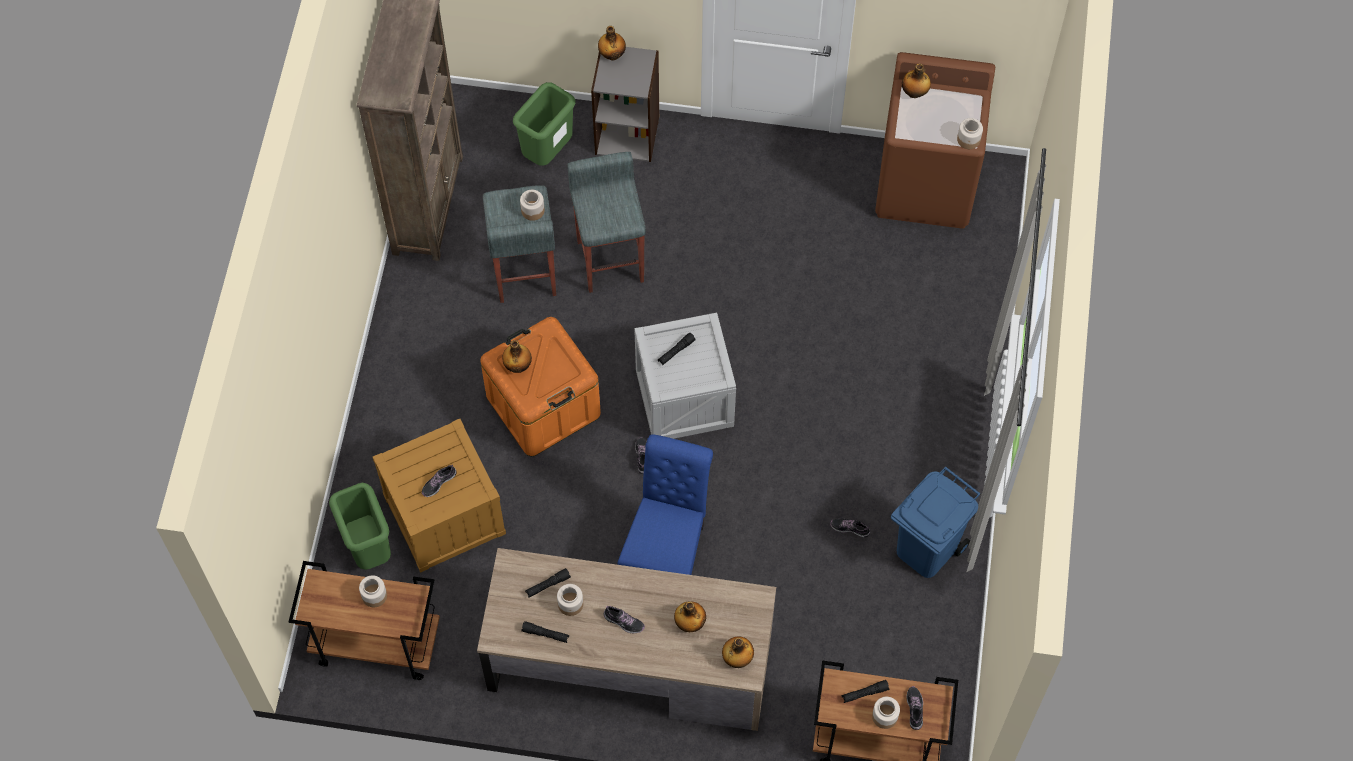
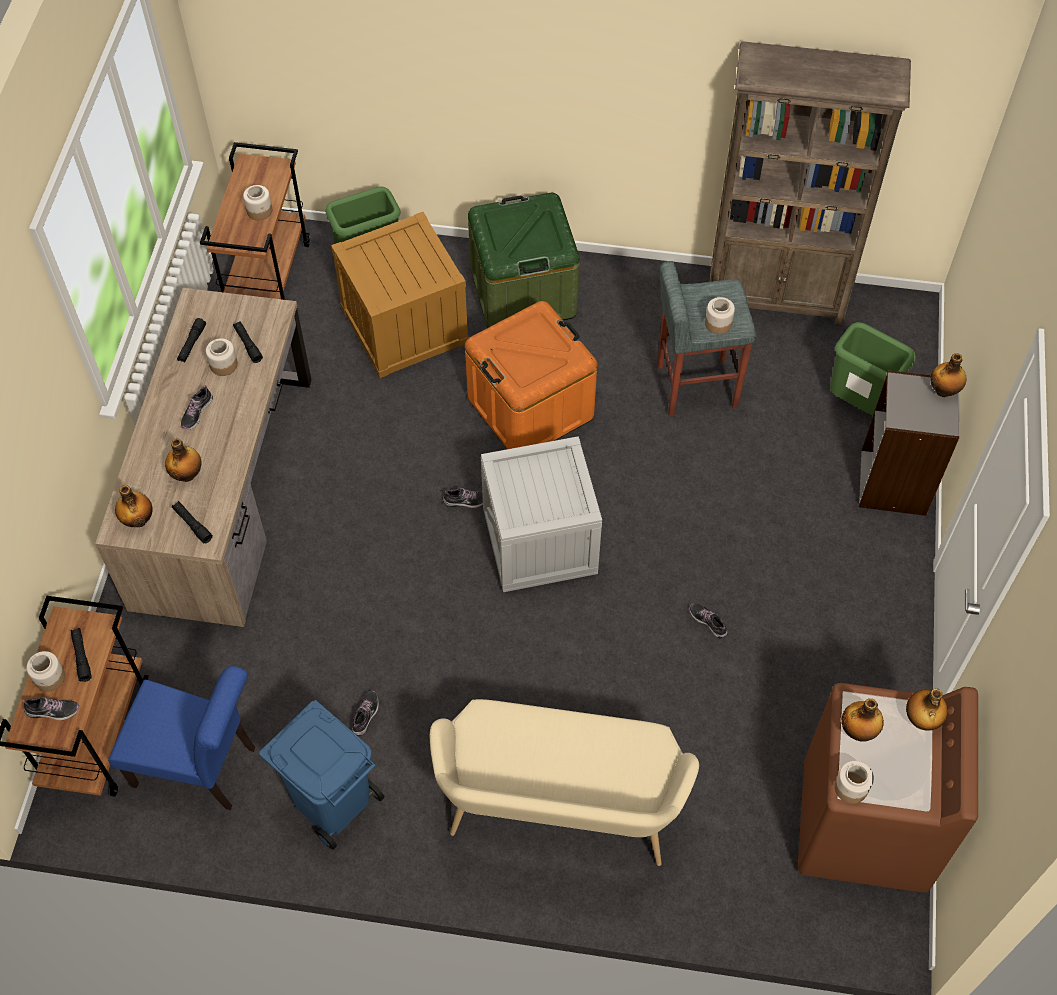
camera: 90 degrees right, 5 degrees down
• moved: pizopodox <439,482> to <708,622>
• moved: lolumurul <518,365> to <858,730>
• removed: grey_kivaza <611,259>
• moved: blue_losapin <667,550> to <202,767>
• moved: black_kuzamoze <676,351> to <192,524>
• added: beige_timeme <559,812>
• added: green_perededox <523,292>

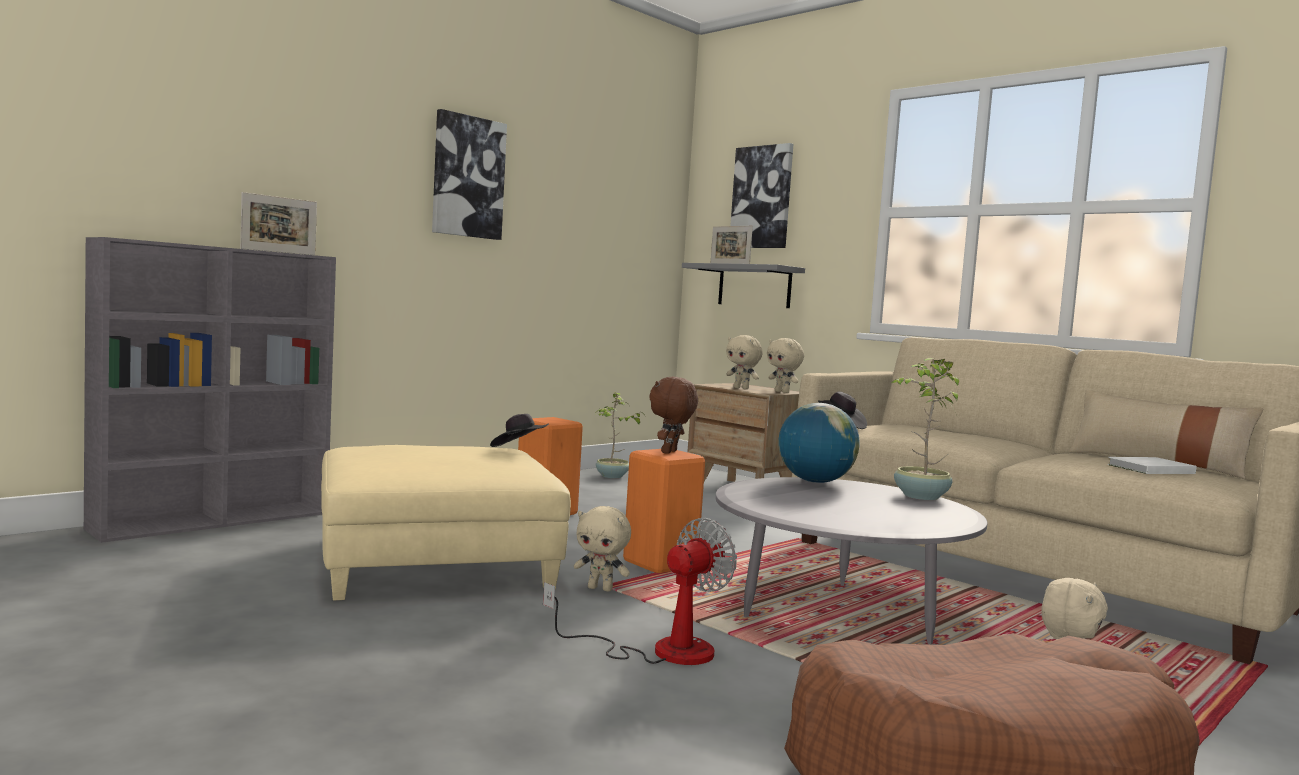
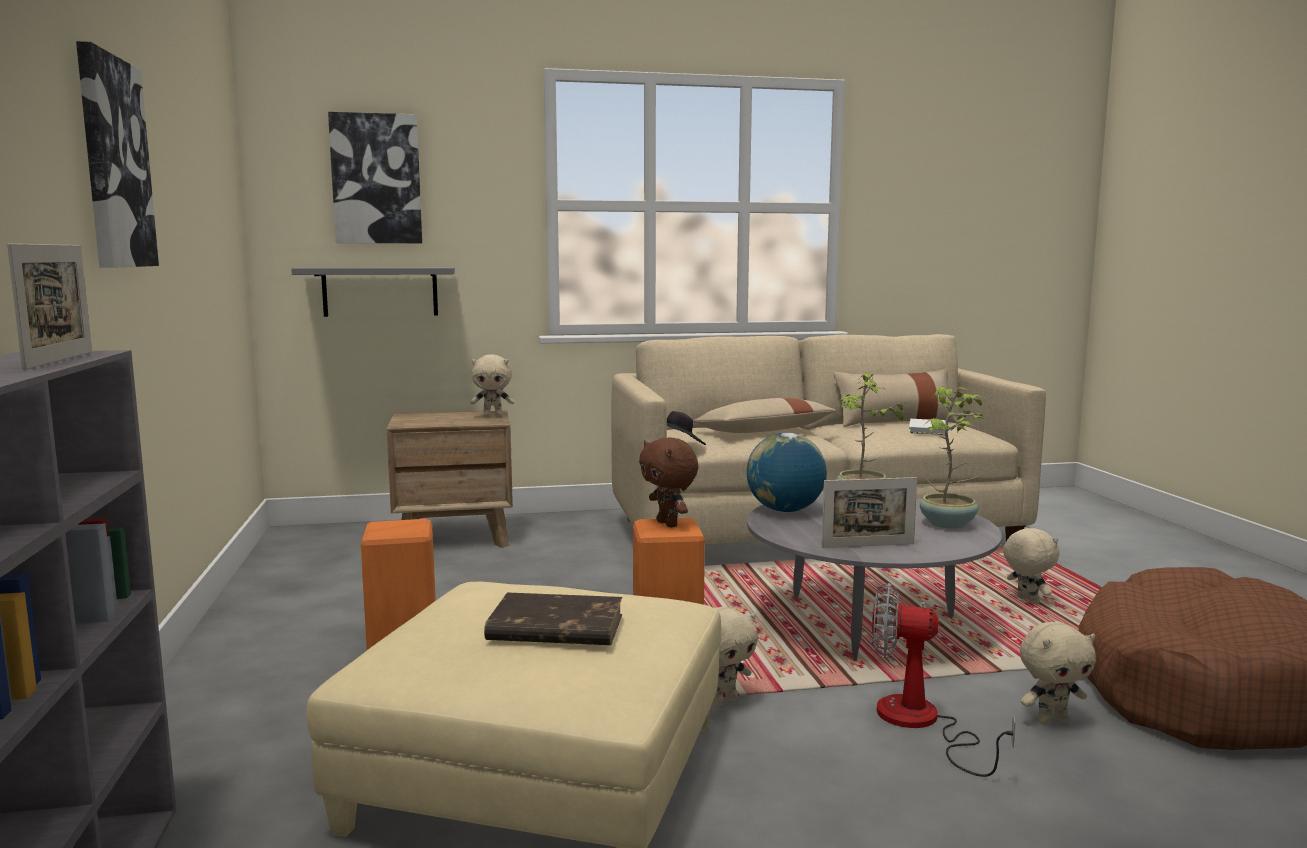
camera: 55 degrees left, 5 degrees up
• removed: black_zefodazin <519,450>
• turned: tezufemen <660,651> = <921,724> 60 degrees counterclockwise
• moved: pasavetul <612,476> to <949,524>
• moved: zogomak <729,264> to <868,545>
• moved: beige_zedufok <742,388> to <1052,720>
• added: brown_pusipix <554,628>
• added: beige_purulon <765,431>

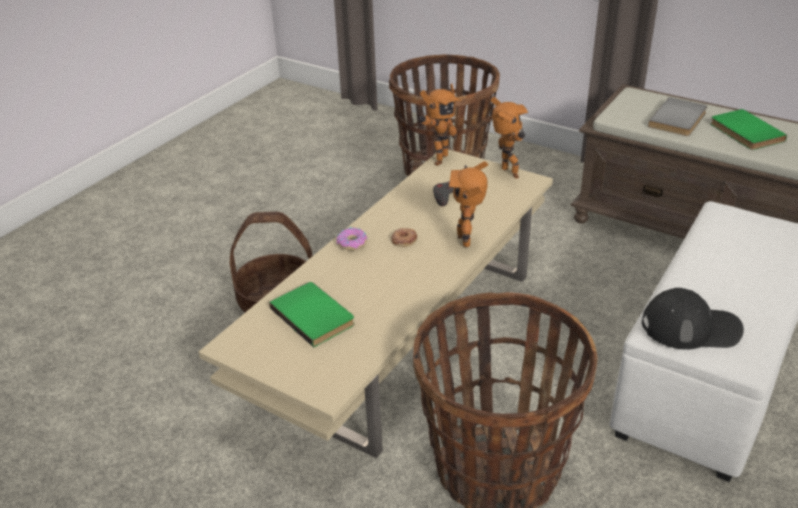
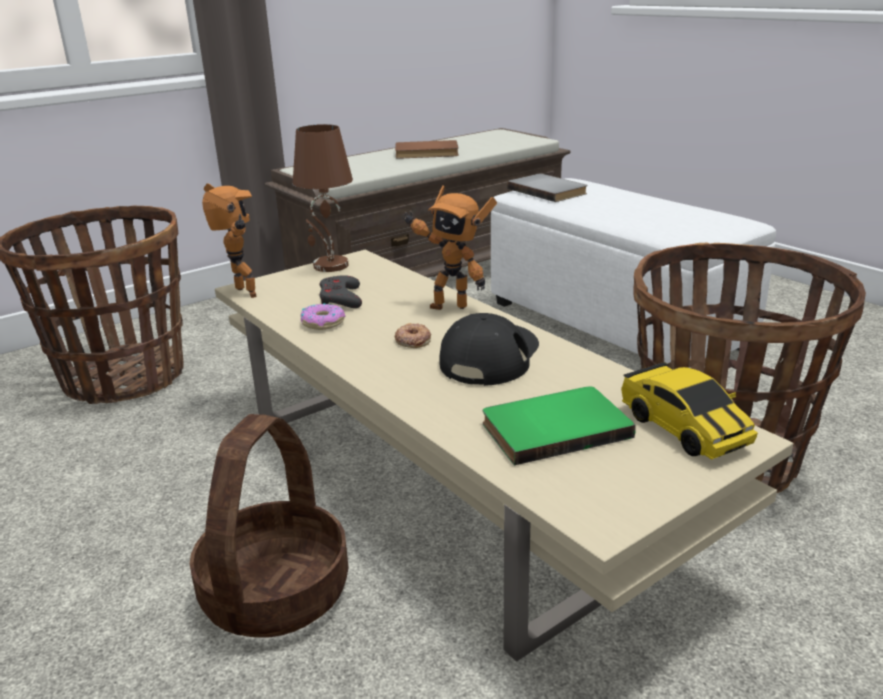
camera: 70 degrees left, 10 degrees down
• moved: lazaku <352,243> to <323,323>
• replaced: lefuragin <507,174> to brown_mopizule <329,266>
• moved: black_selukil <691,327> to <490,357>
• moved: grey_pusipix <679,120> to <549,190>
• recoloured: green_pusipix <744,132> to brown_pusipix <426,153>
• added: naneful <683,428>

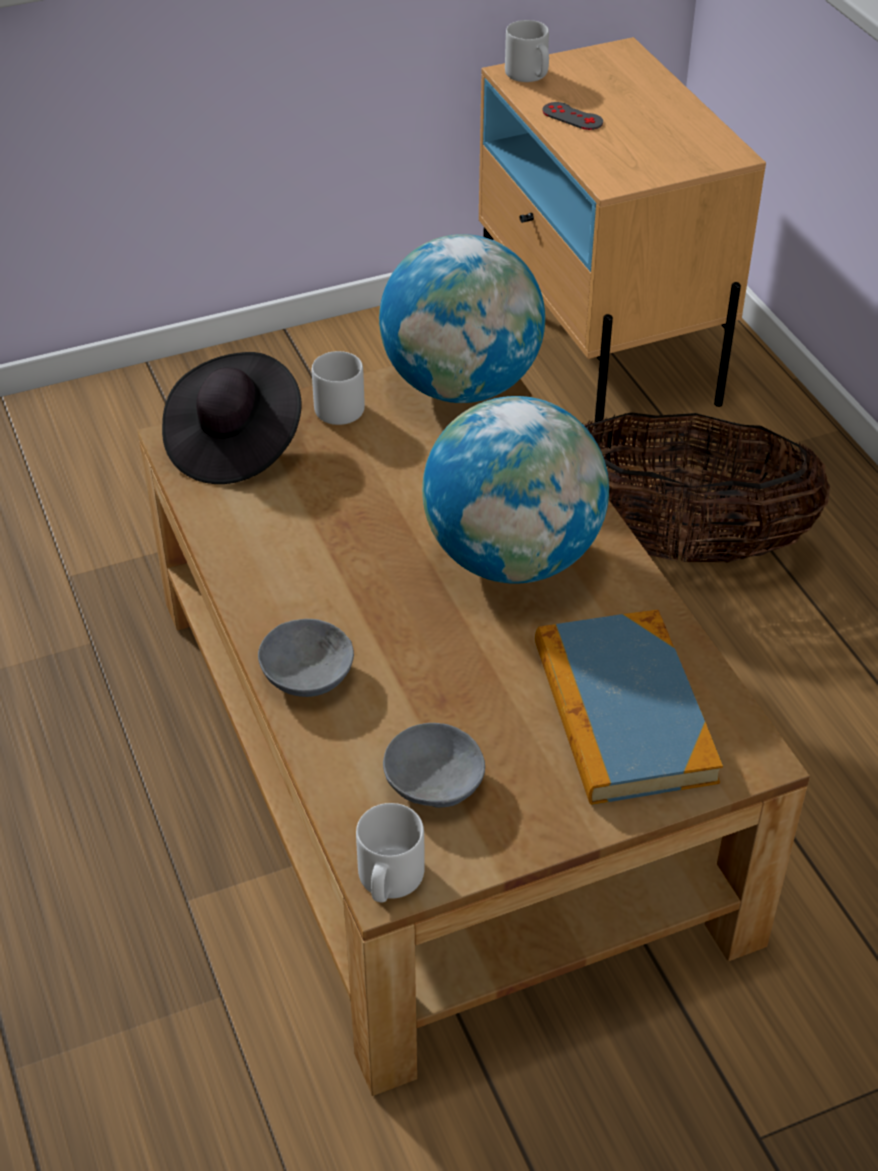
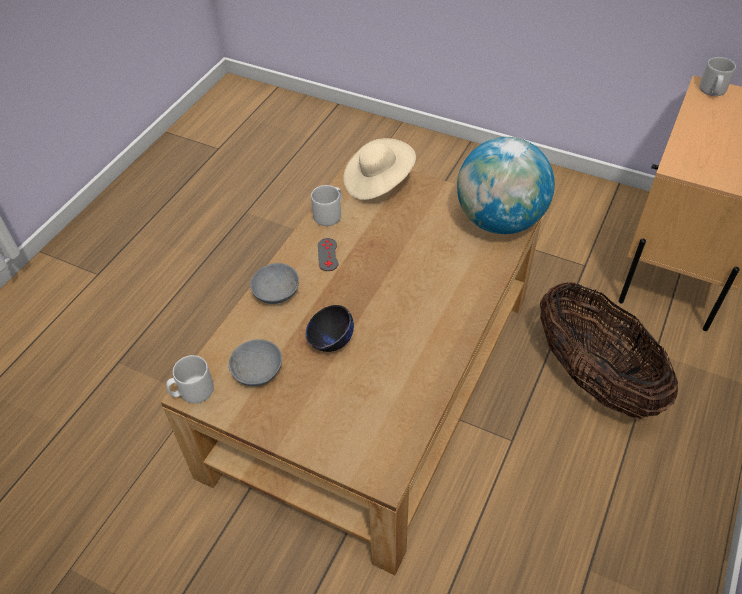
camera: 50 degrees right, 5 degrees up
• recoloured: black_zefodazin <234,444> to beige_zefodazin <377,182>
• moved: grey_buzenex <338,405> to <329,214>
• removed: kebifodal <513,558>
• removed: pusipix <623,712>
• moved: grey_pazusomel <572,116> to <328,254>
• added: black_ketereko <330,341>

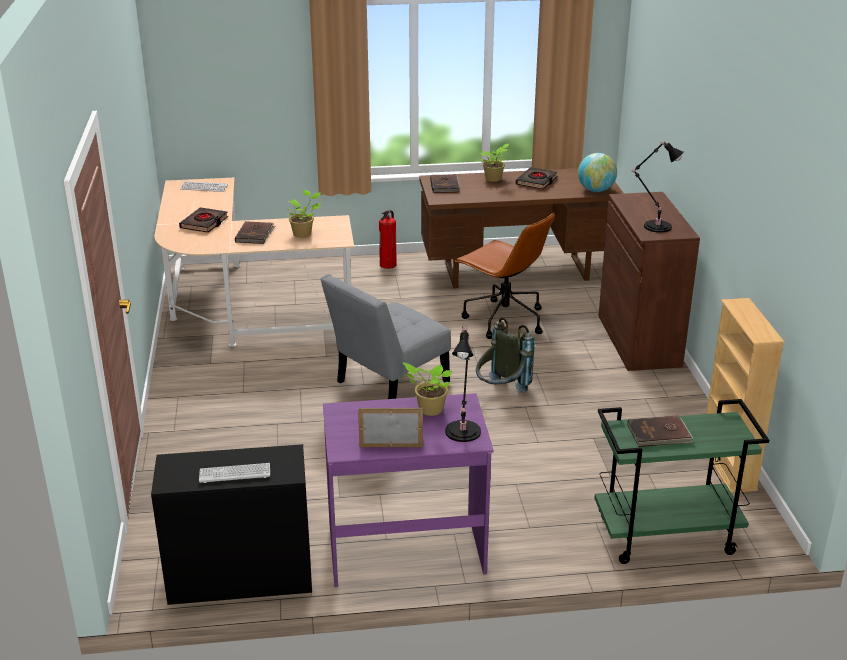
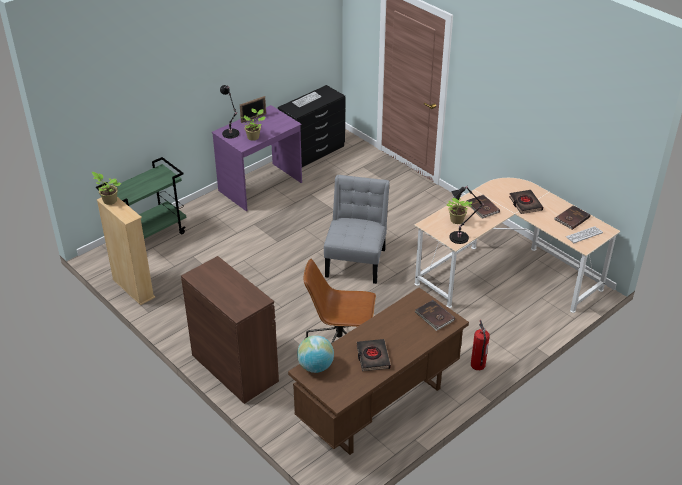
camera: 145 degrees right, 10 degrees up
• removed: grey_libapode <501,392>
• moved: pasavetul <494,179> to <109,200>
• moved: brown_pusipix <659,434> to <571,218>
• moved: black_mopizule <655,226> to <460,237>

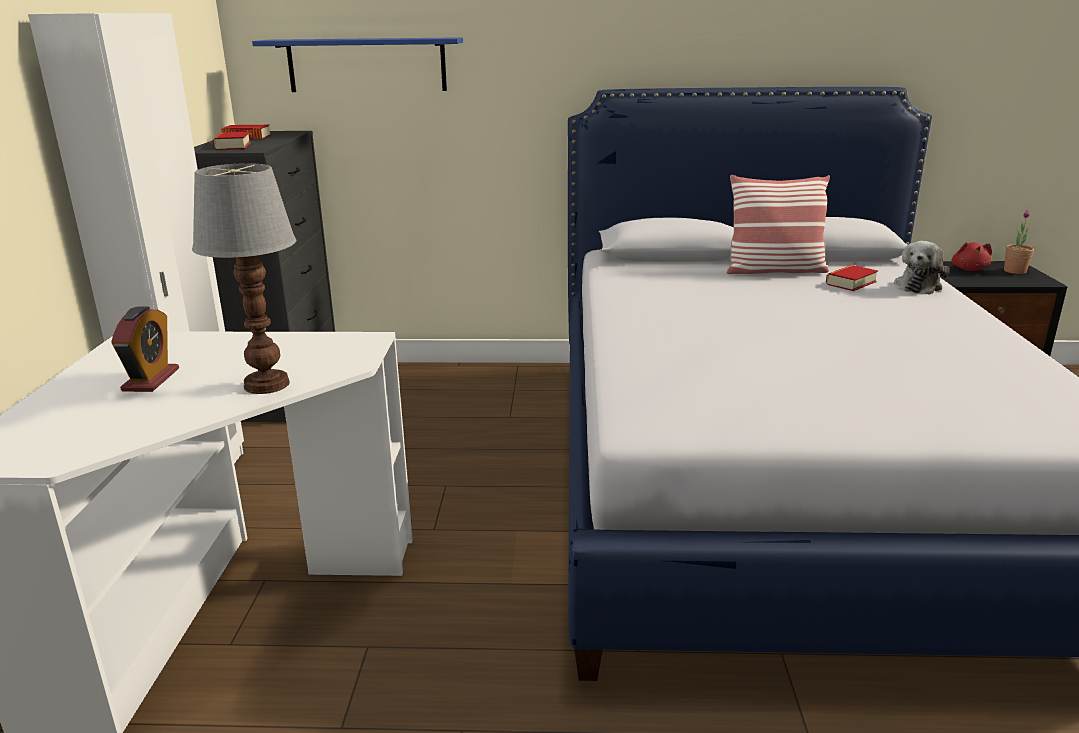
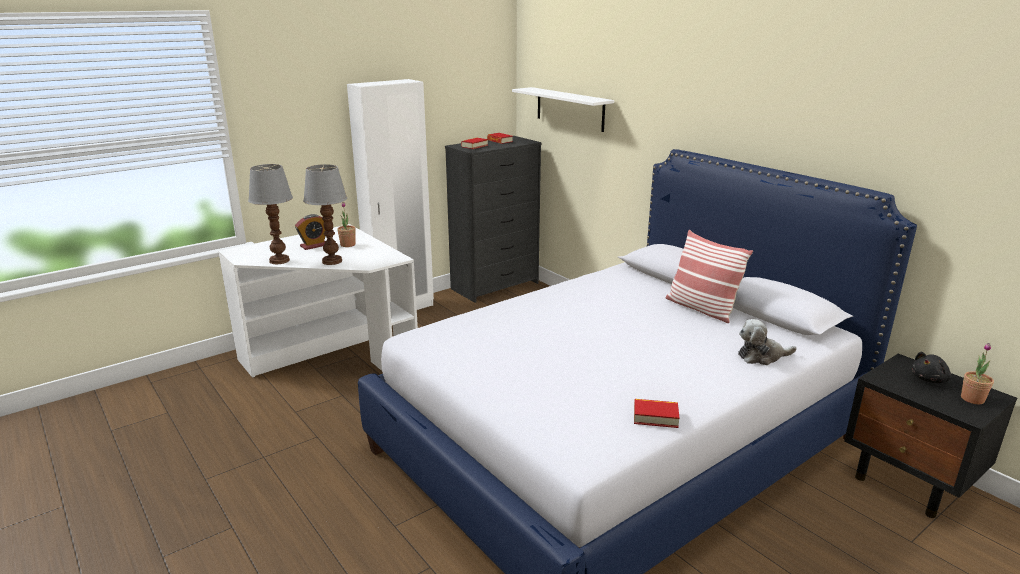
camera: 50 degrees right, 0 degrees up
• recoloured: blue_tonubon <367,65> to white_tonubon <570,109>
• moved: pusipix <850,283> to <655,417>
• recoloured: red_zedufok <969,269> to black_zedufok <930,379>
• added: mopizule <279,261>
• added: pasavetul <348,245>

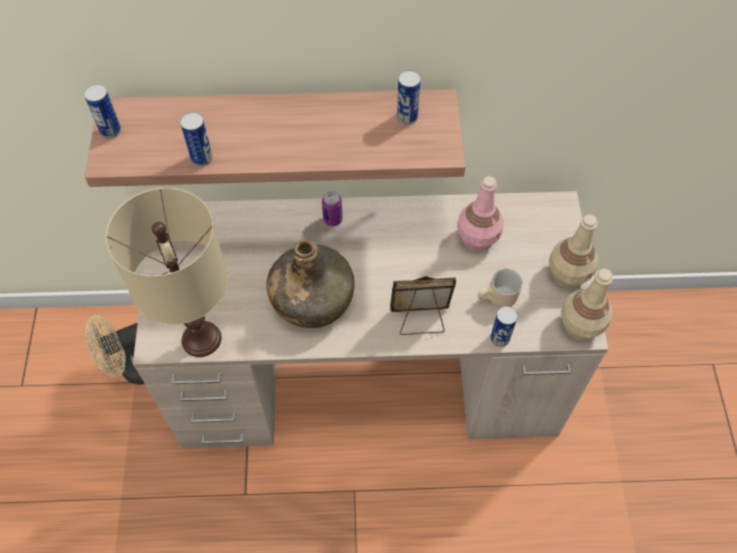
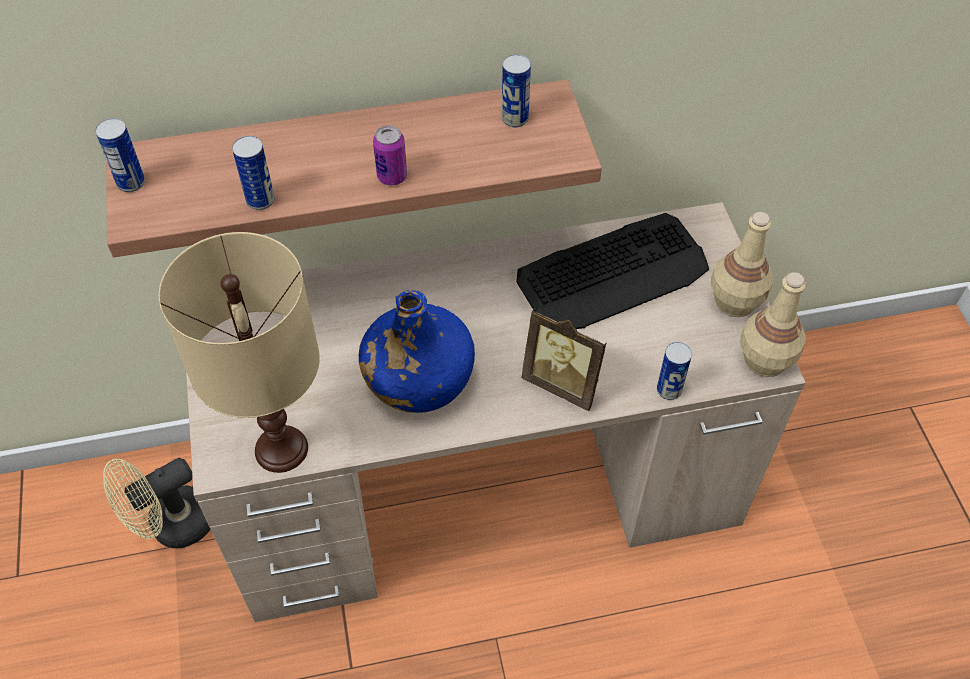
camera: 10 degrees left, 5 degrees down
• recoloured: green_lolumurul <312,299> to blue_lolumurul <418,378>
• moved: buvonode <333,219> to <392,176>
• turned: zogomak <420,320> = <563,383> 135 degrees counterclockwise
• replaced: pink_lolumurul <477,238> to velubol <613,273>
• removed: beige_buzenex <498,300>

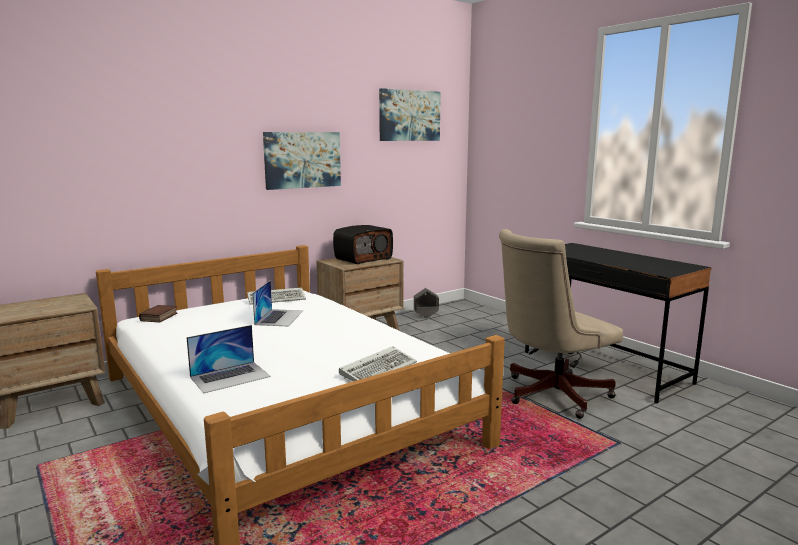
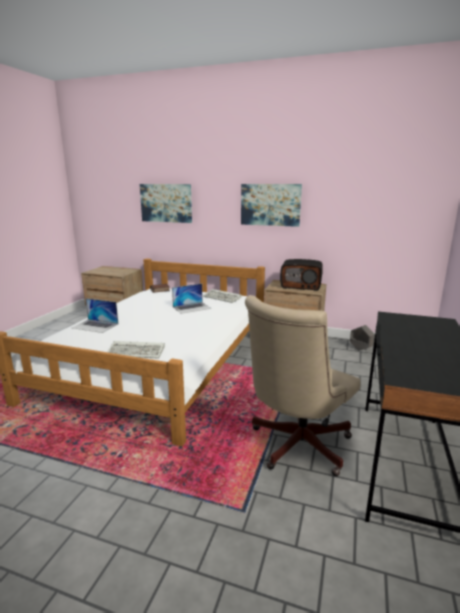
camera: 55 degrees right, 5 degrees up
• moved: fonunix <409,115> to <166,203>
• turned: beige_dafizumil <550,395> = <295,446> 75 degrees counterclockwise

